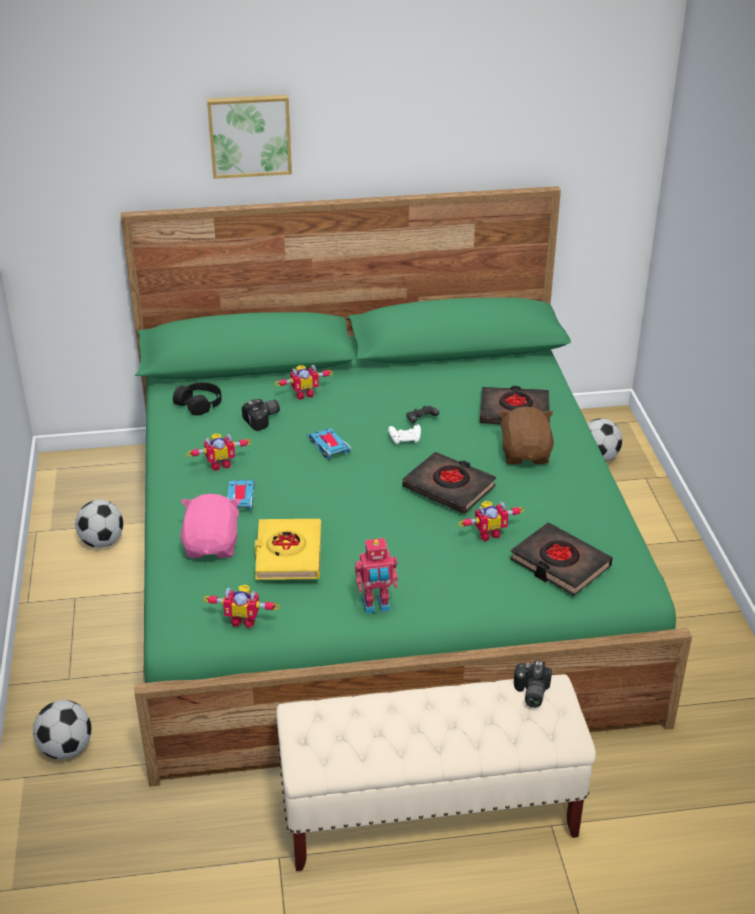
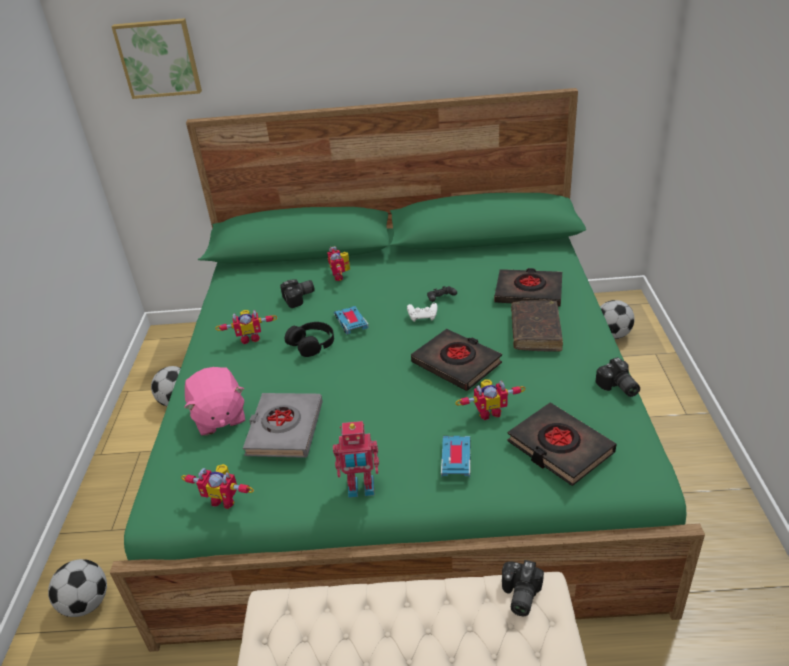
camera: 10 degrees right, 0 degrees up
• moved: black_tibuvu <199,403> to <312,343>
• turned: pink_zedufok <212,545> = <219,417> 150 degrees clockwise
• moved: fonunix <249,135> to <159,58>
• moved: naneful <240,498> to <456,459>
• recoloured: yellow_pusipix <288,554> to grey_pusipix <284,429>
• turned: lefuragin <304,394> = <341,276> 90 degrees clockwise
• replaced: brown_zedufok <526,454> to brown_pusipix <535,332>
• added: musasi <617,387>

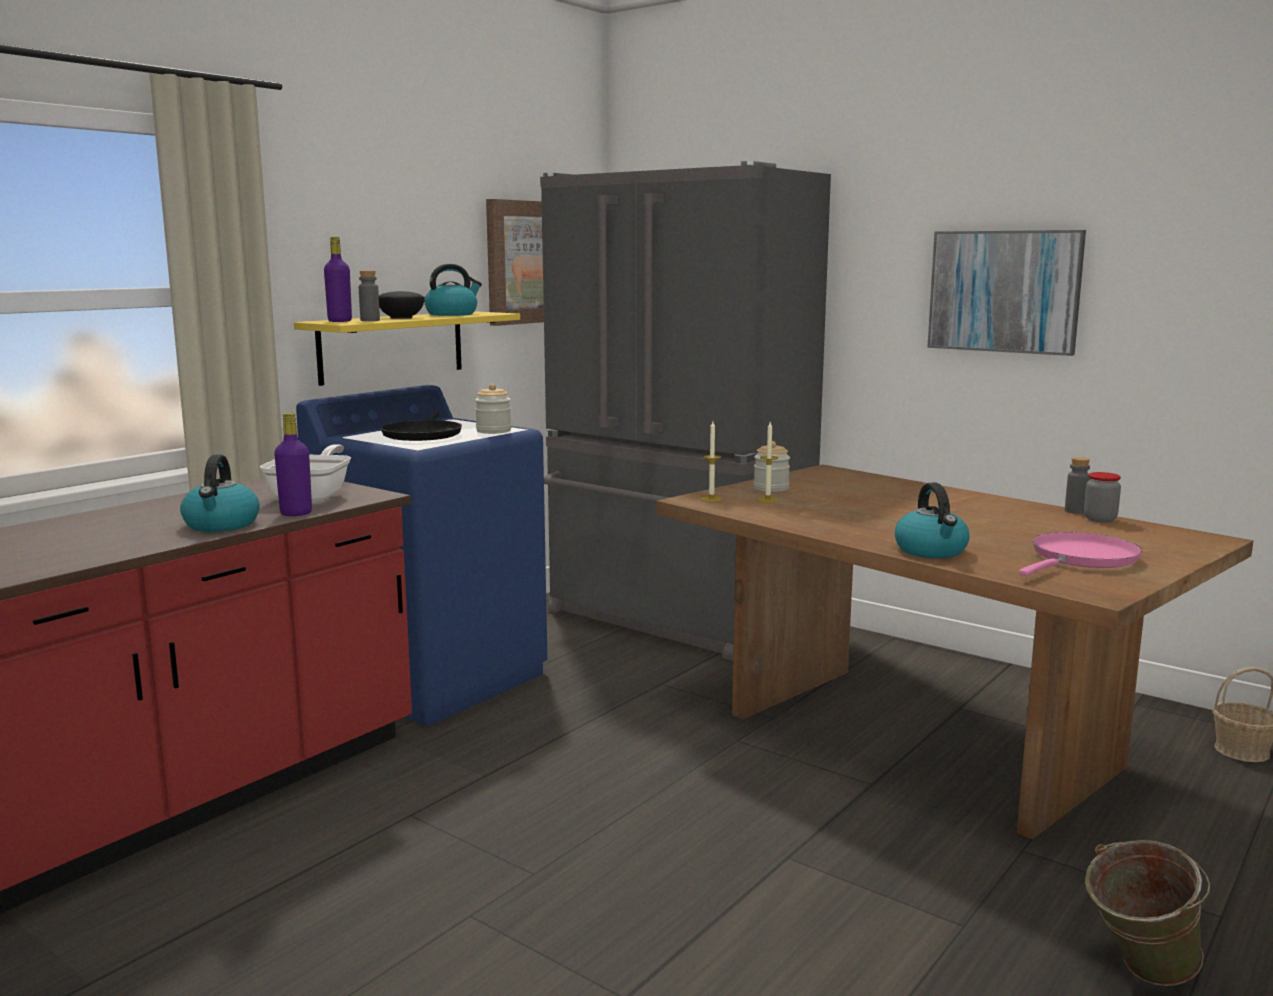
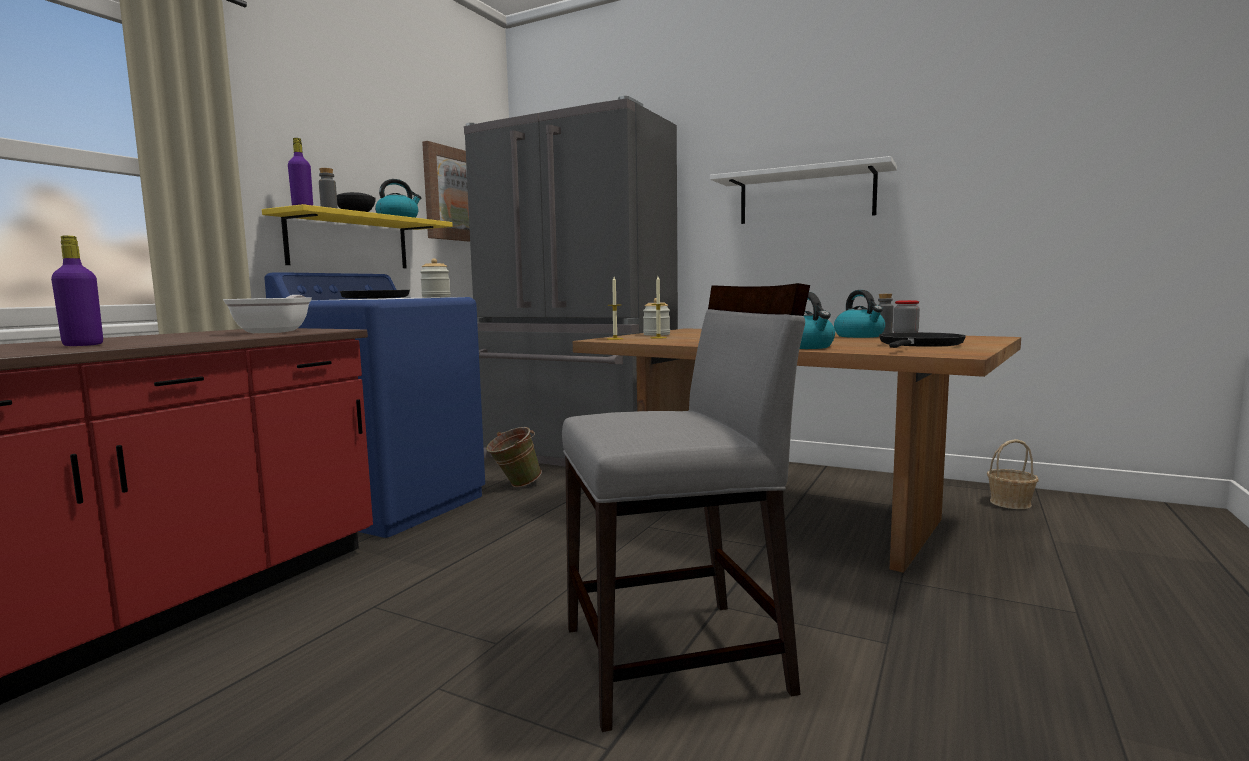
camera: 10 degrees left, 5 degrees down
• moved: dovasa <222,525> to <860,336>
• moved: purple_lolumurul <296,513> to <83,345>
• replaced: fonunix <1004,291> to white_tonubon <806,197>
• recoloured: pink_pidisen <1081,559> to black_pidisen <919,345>
• moved: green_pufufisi <1138,973> to <514,486>
• added: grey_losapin <676,659>

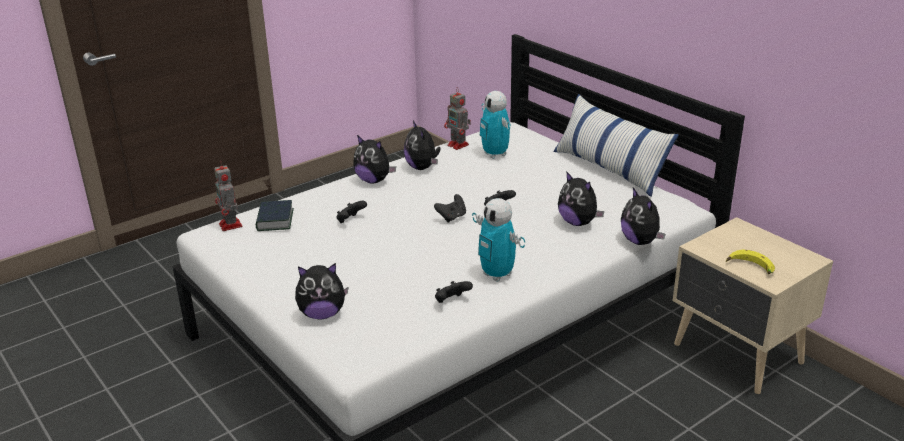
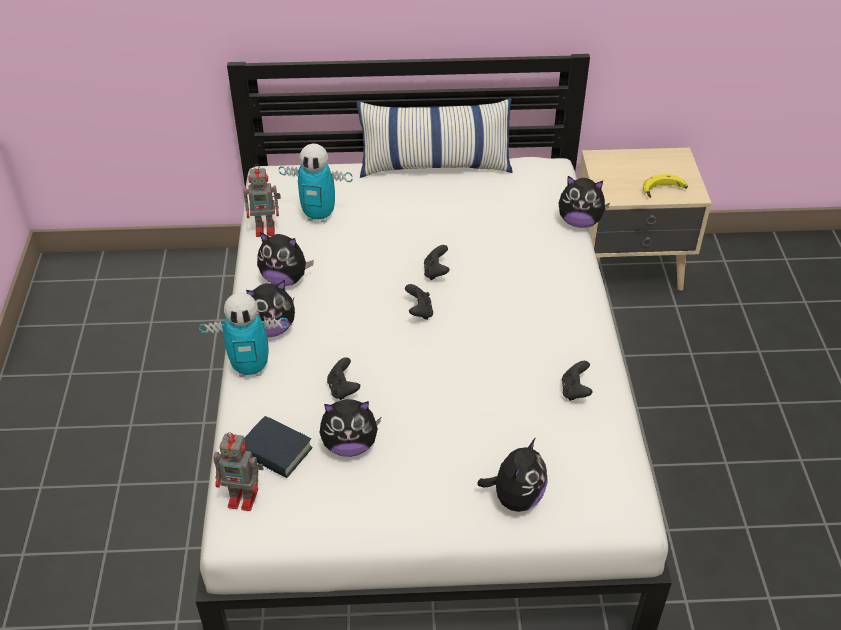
camera: 55 degrees left, 15 degrees up
• moved: lefuragin <497,275> to <251,368>
• moved: zedufok <578,222> to <350,445>

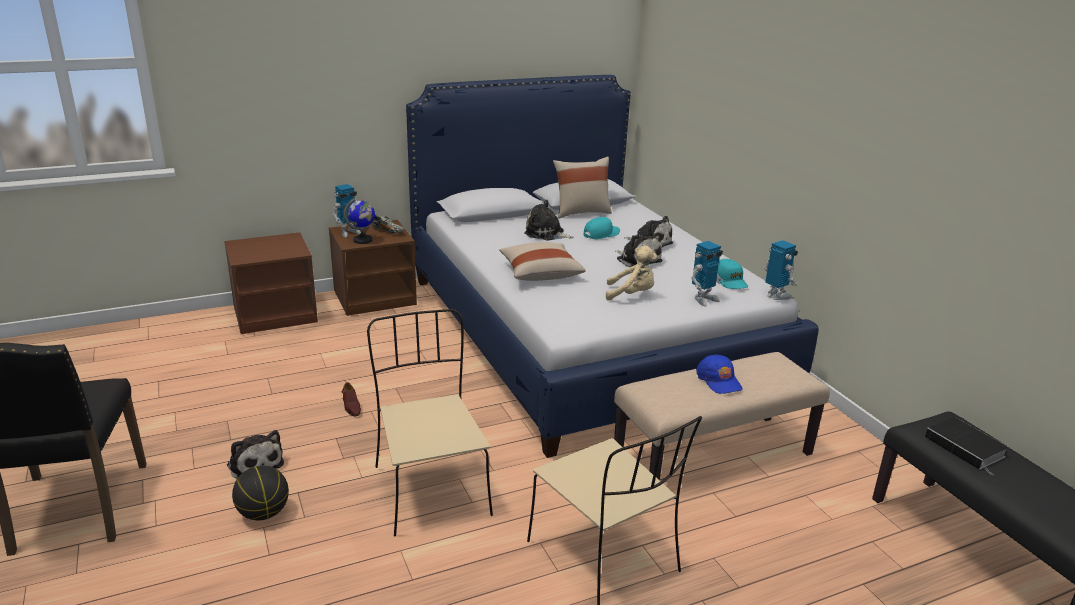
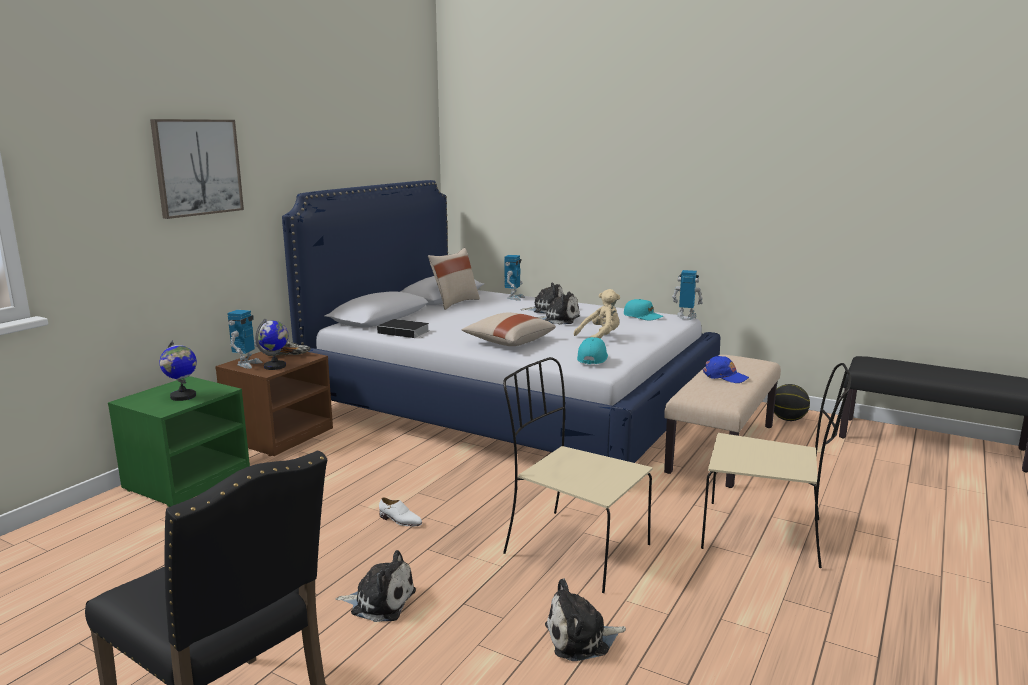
camera: 35 degrees left, 10 degrees down
• recoloured: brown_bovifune <276,314> to green_bovifune <187,479>
• moved: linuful <264,513> to <788,419>
• recoloured: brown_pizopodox <351,406> to white_pizopodox <400,521>
• moved: zedufok <546,234> to <581,638>
• moved: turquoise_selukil <601,234> to <592,358>
• moved: lefuragin <703,299> to <514,298>
• moved: pusipix <967,448> to <405,332>
• added: fonunix <197,167>
• added: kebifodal <183,396>

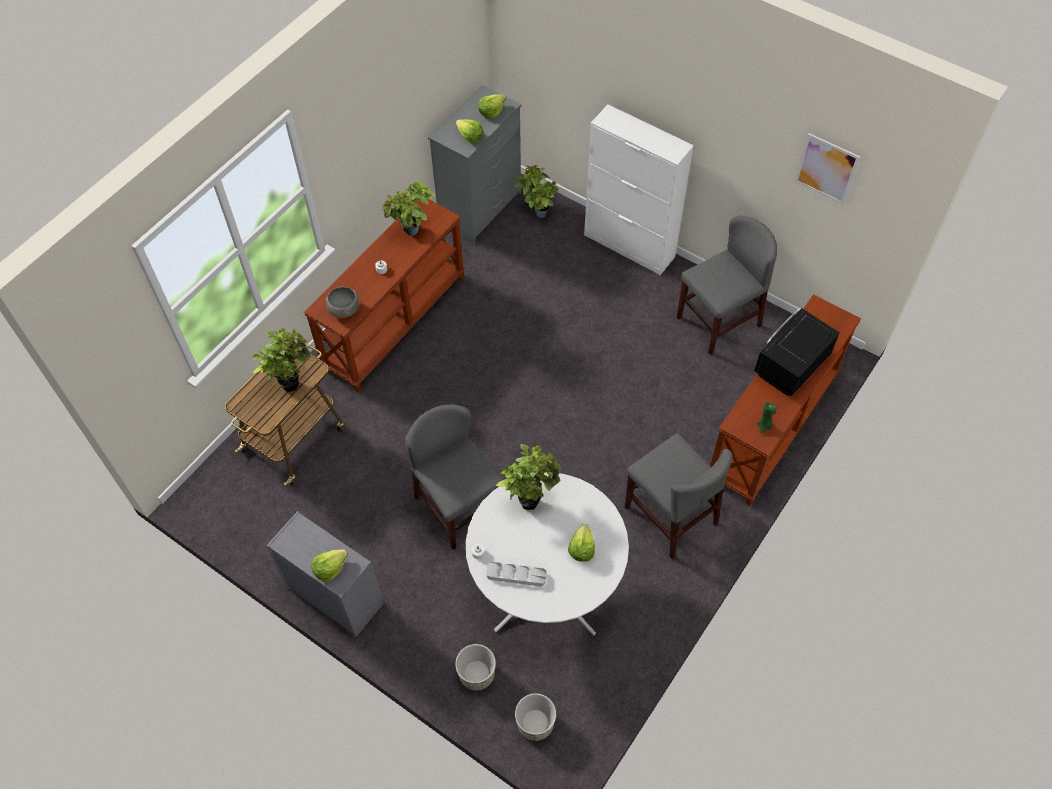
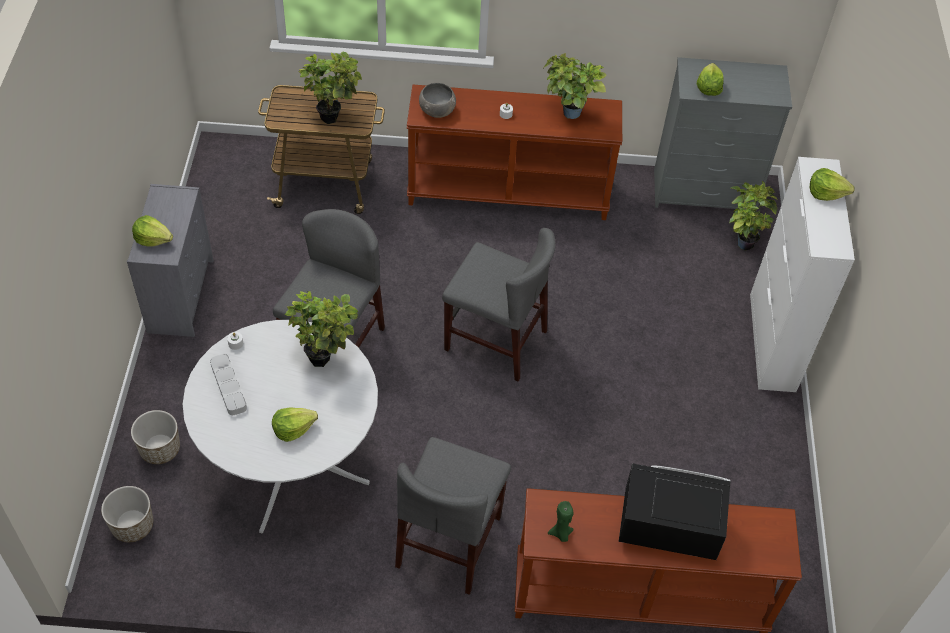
camera: 55 degrees right, 5 degrees down
• moved: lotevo <491,111> to <826,193>
• moved: grey_losapin <718,321> to <495,340>
• removed: fonunix <826,168>

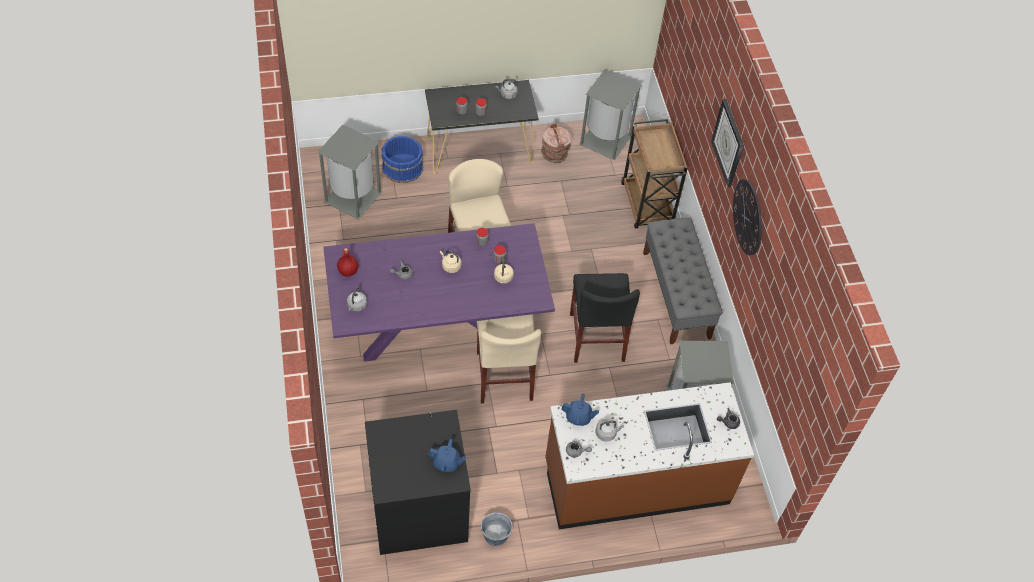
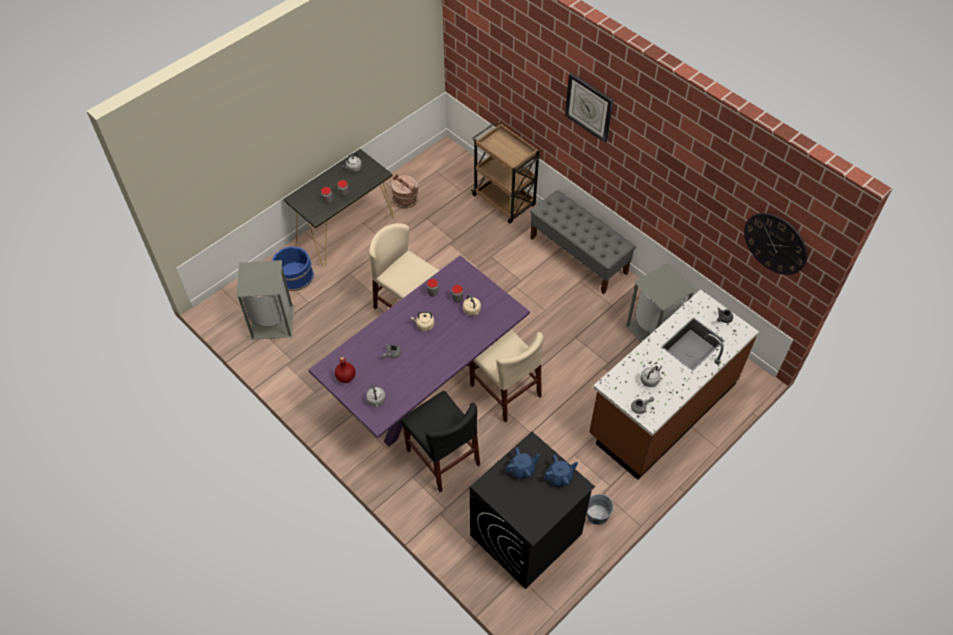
camera: 30 degrees left, 0 degrees up
• moved: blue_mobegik <578,417> to <522,469>
• moved: black_losapin <596,337> to <443,457>
• removed: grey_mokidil <605,139>
• moved: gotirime <748,217> to <775,243>

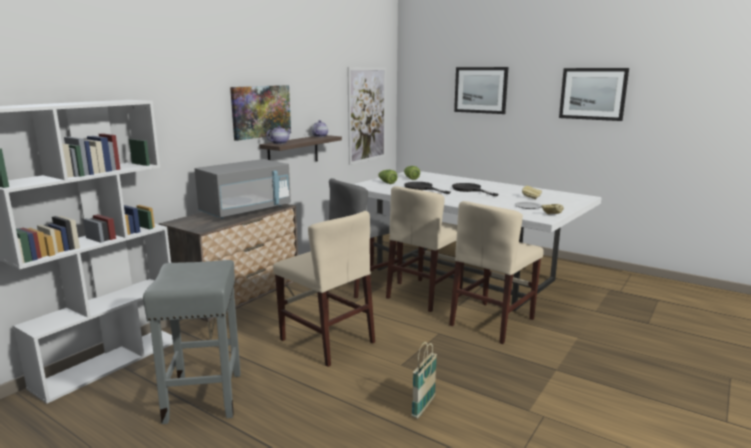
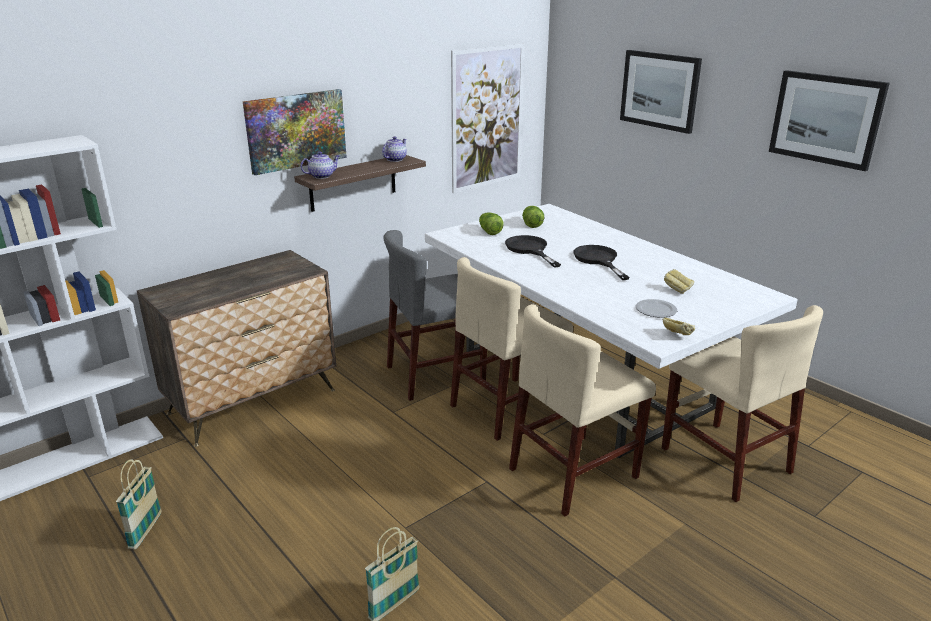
camera: 15 degrees right, 10 degrees up
• replaced: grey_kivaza <204,396> to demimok <146,531>
• removed: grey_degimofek <246,210>
• moved: beige_losapin <327,341> to <725,460>

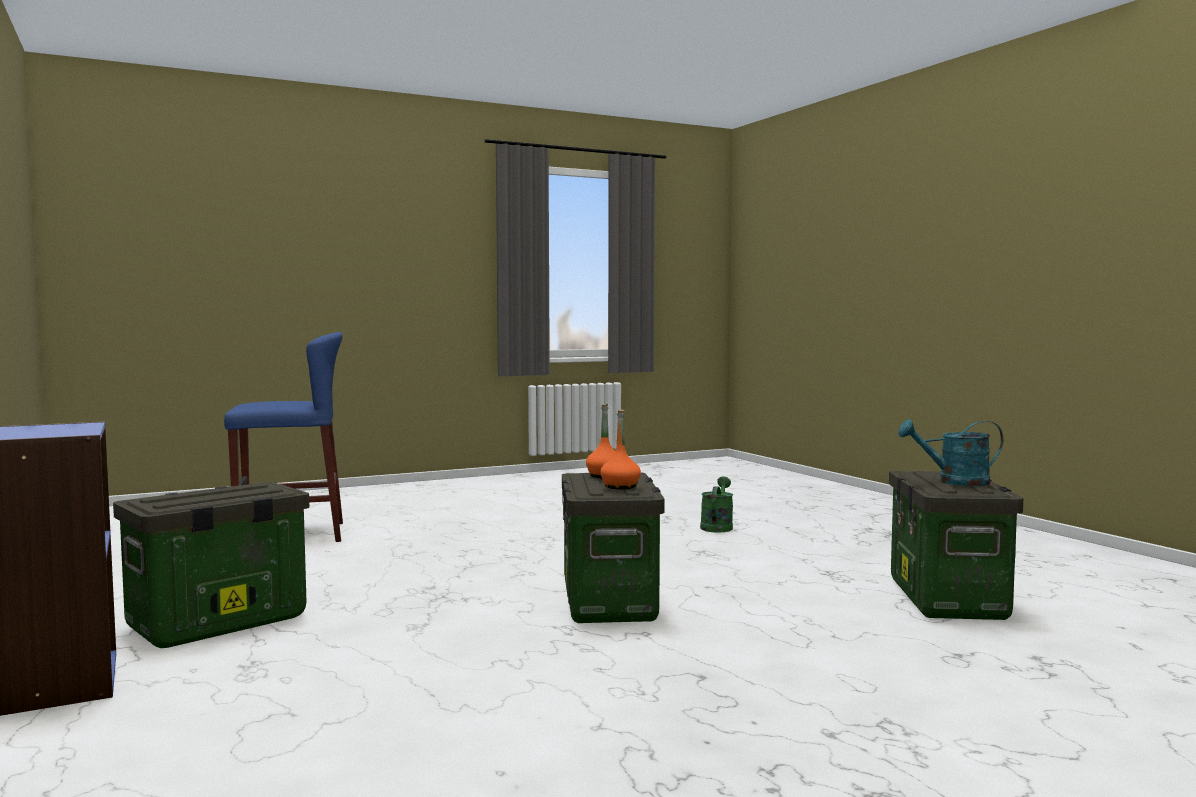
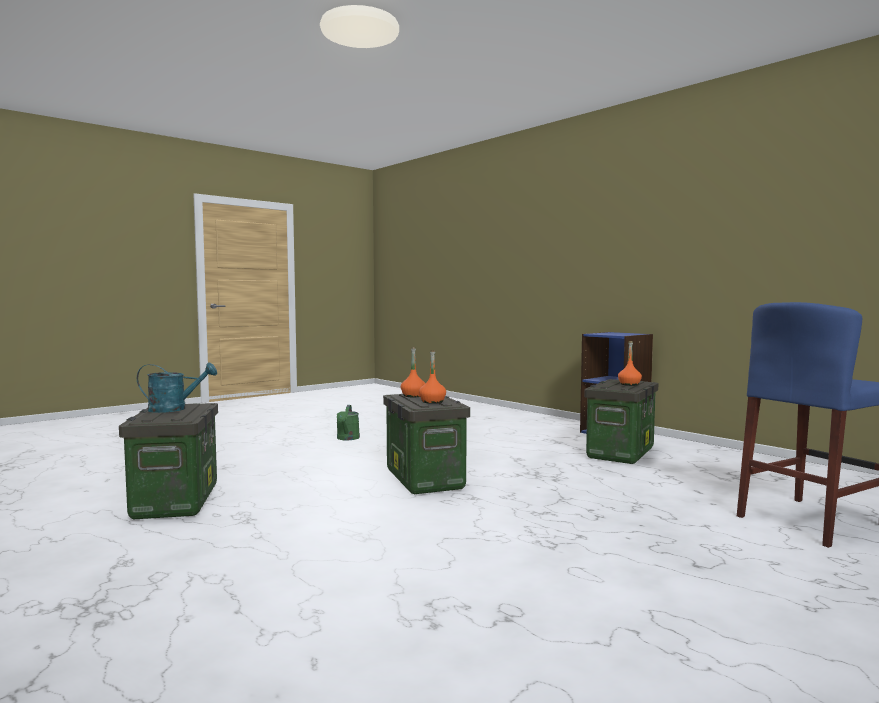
camera: 165 degrees right, 0 degrees up
• moved: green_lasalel <717,526> to <347,438>
• added: orange_lolumurul <629,384>

